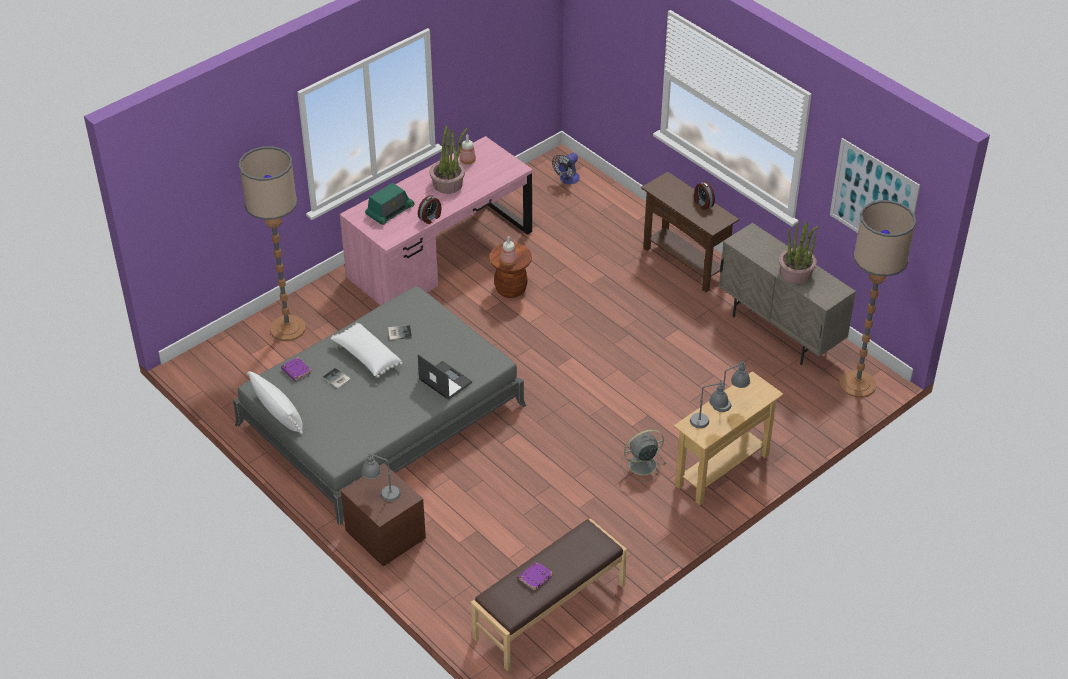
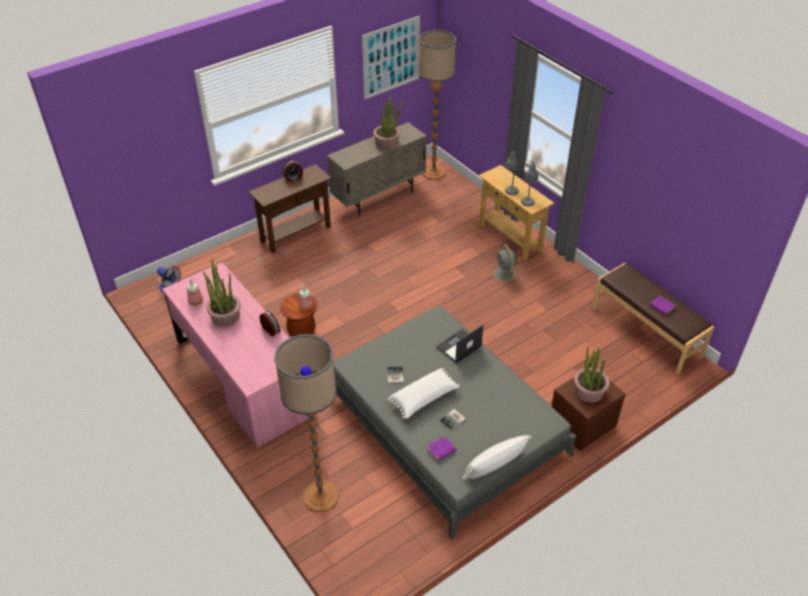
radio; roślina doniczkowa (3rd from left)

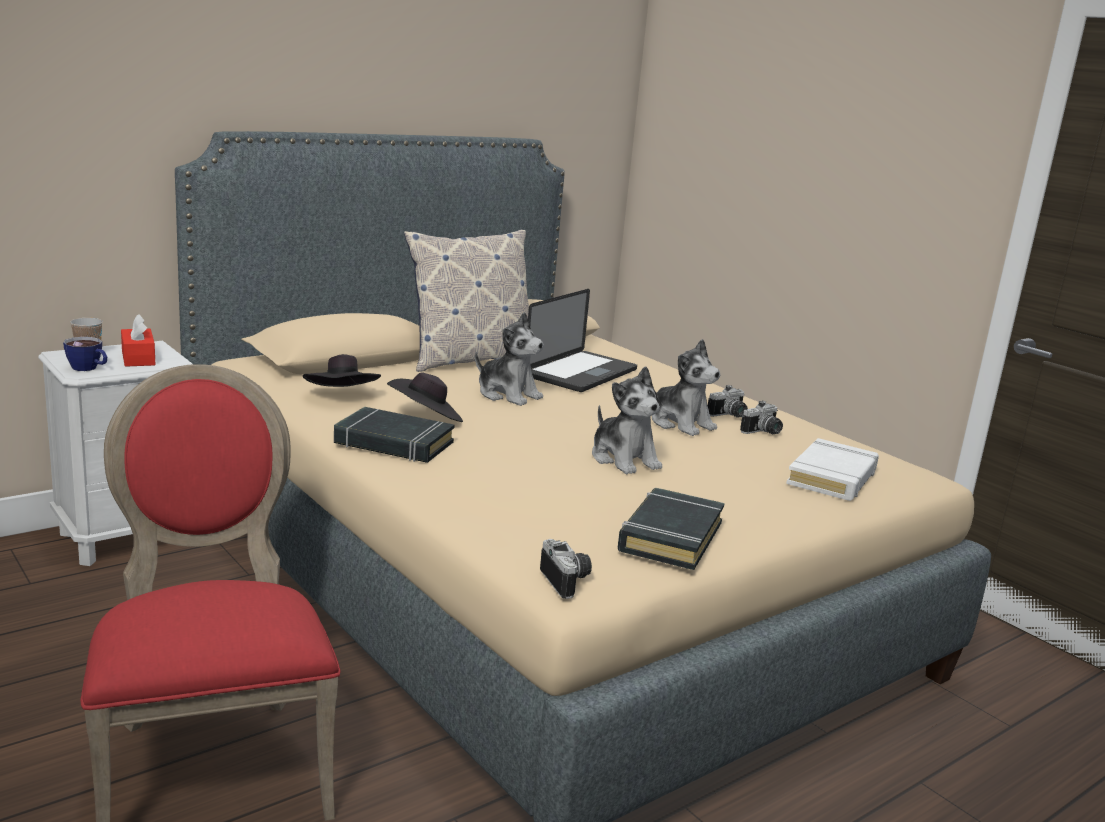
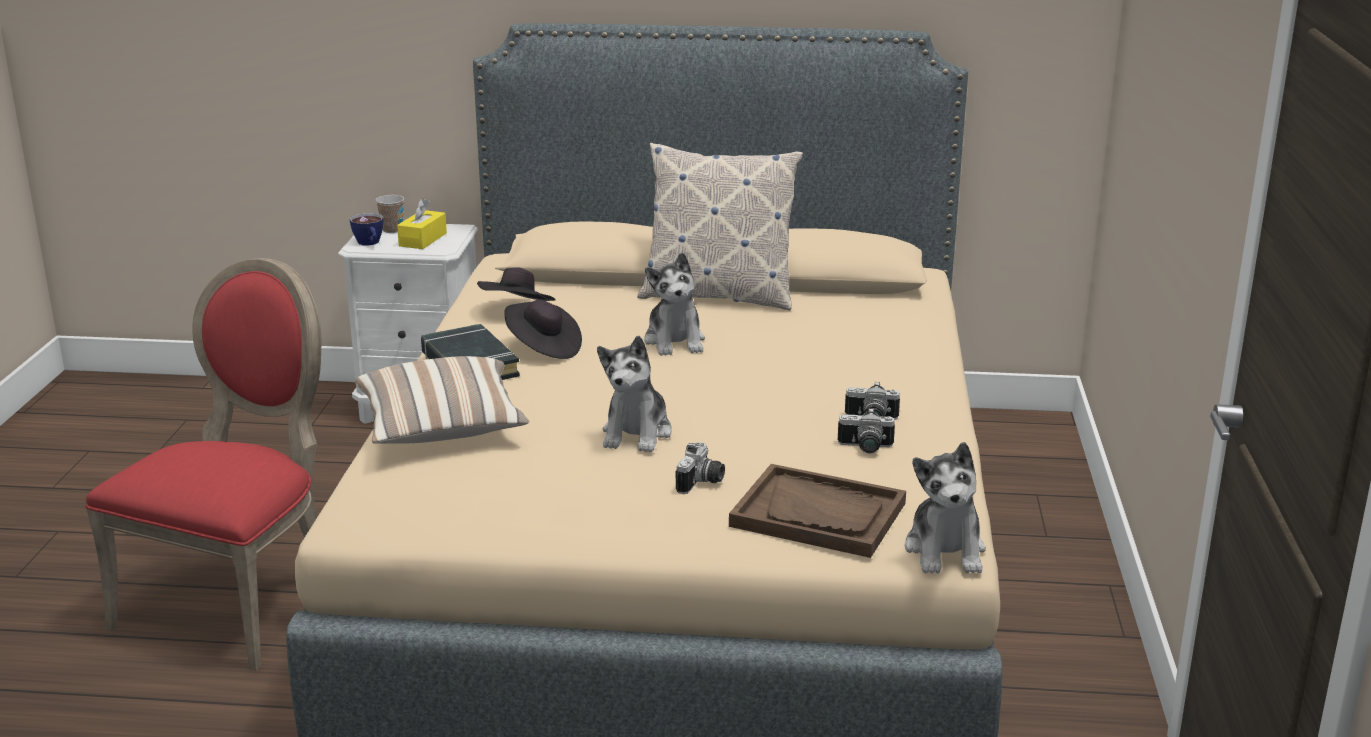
laptop; książka (czarny) (2nd from left in the first image); poduszka (1st from left); aparat fotograficzny (1st from left); pluszak (3rd from left); taca (brązowy); pudełko chusteczek (żółty)

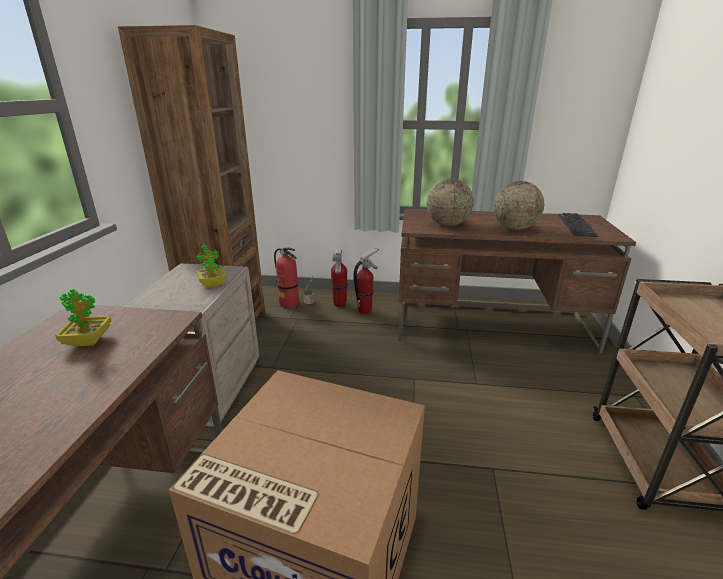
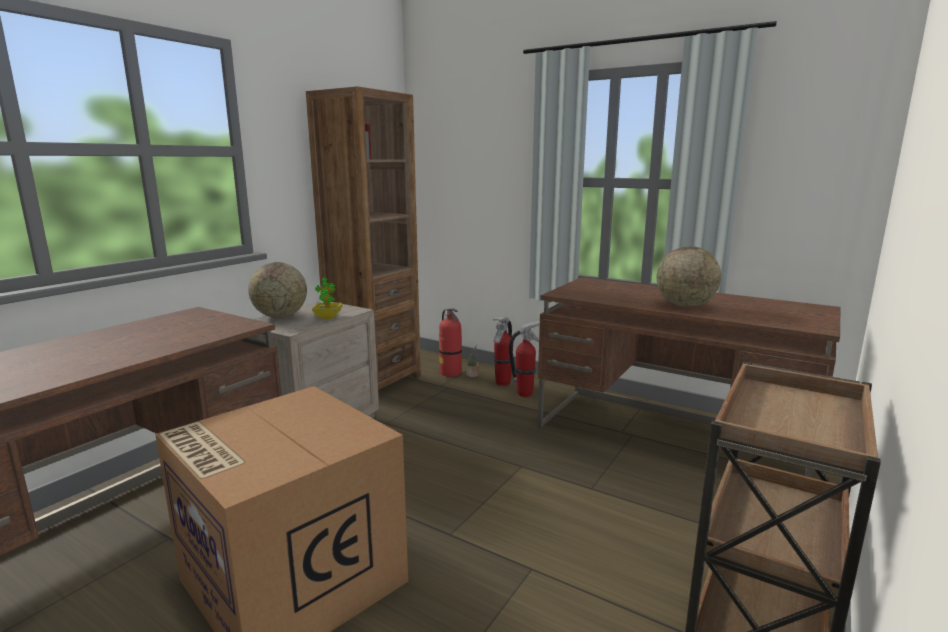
roślina doniczkowa (1st from left in the first image); klawiatura; globus (1st from left)

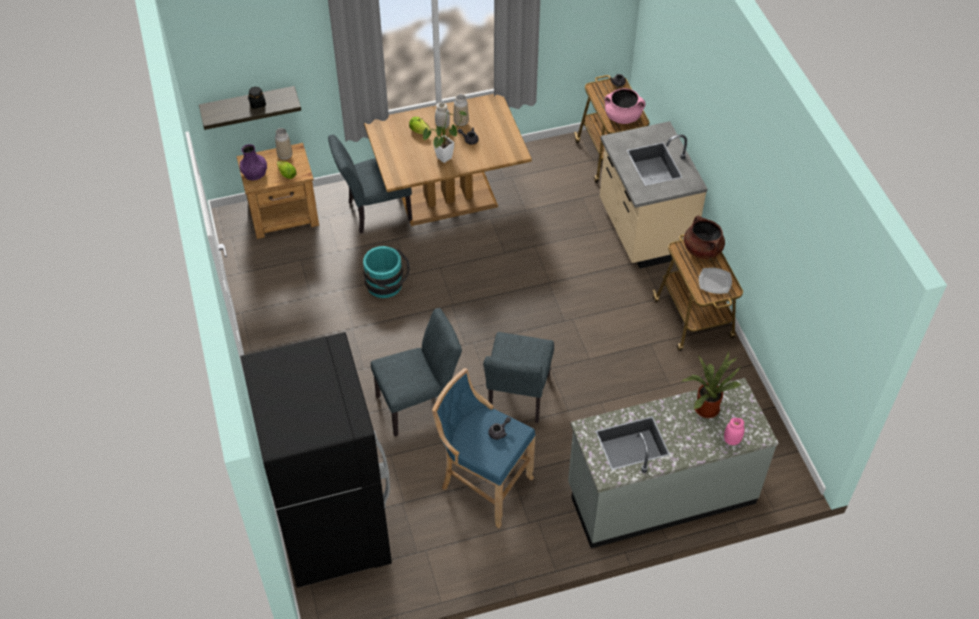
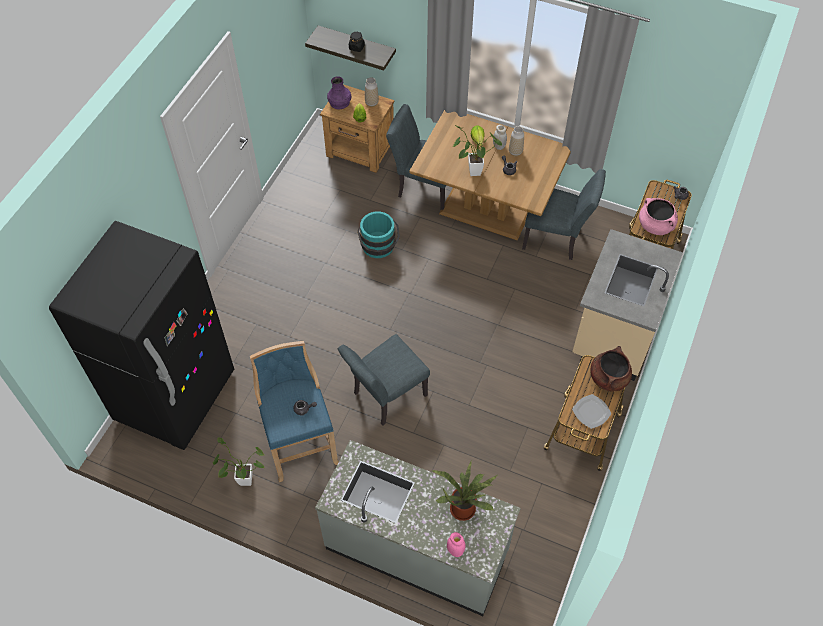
roślina doniczkowa (1st from left); krzesło (szary) (3rd from left)

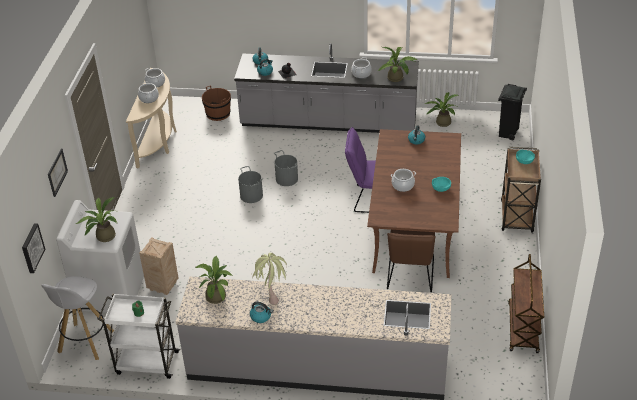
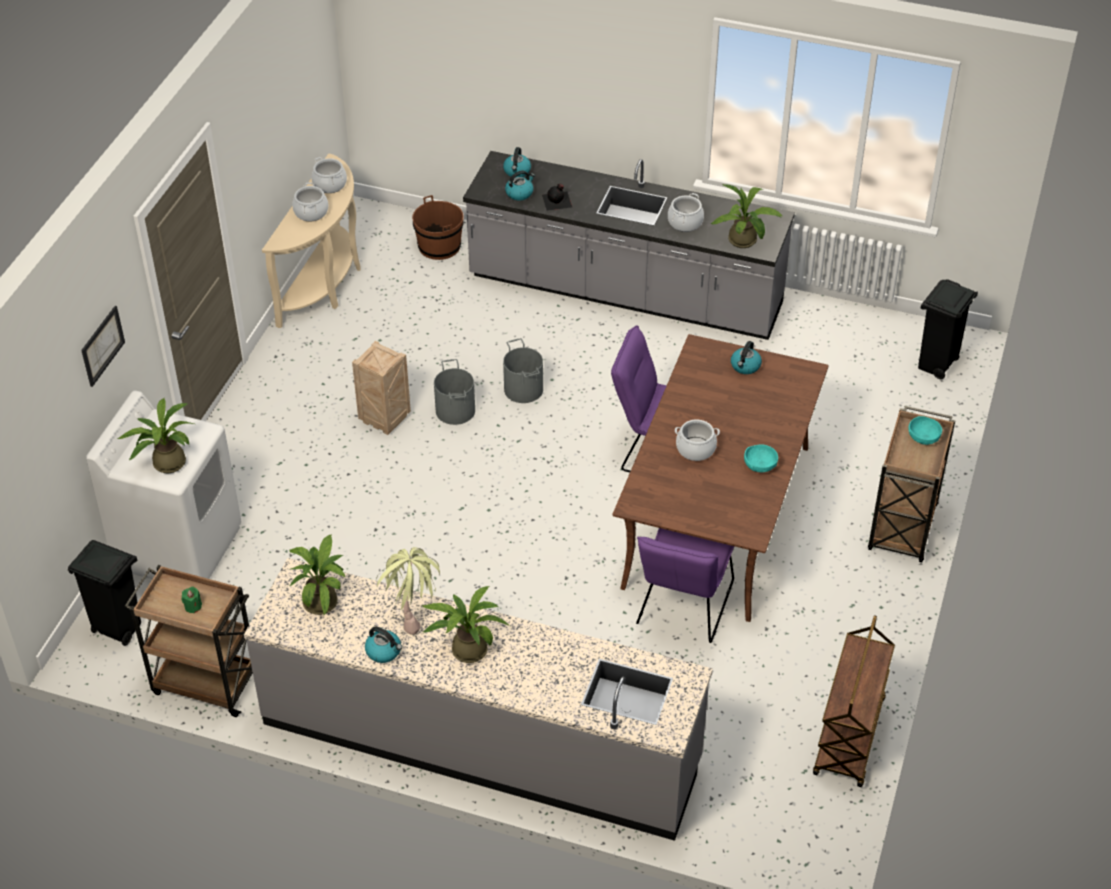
obraz (1st from left in the first image); skrzynka; roślina doniczkowa (4th from left); kosz na śmieci (czarny) (1st from left); wózek (brązowy) (1st from left); krzesło (fioletowy) (2nd from left)

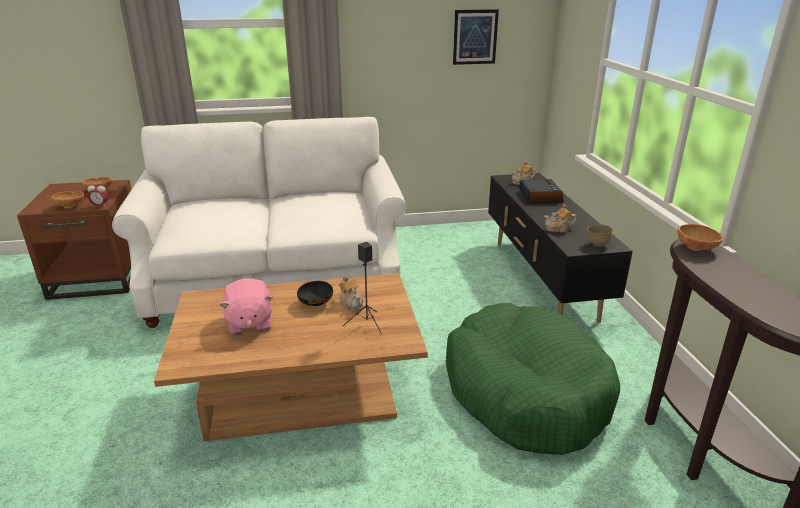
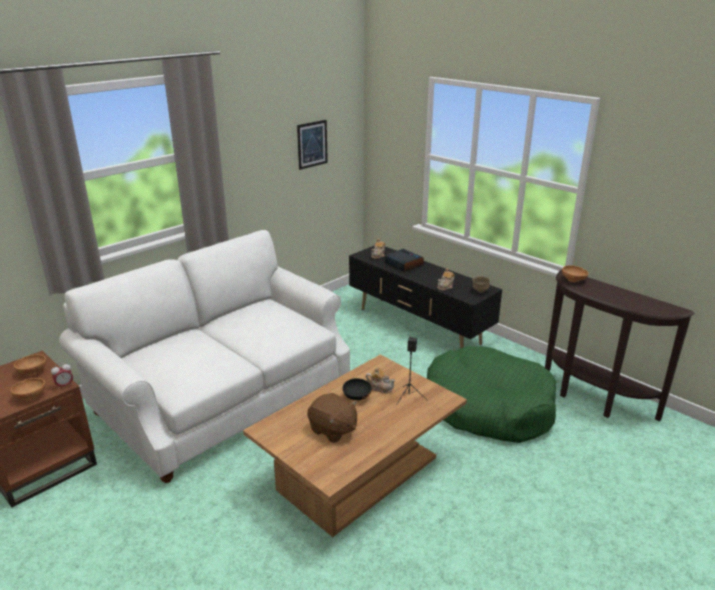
pluszak (brązowy)

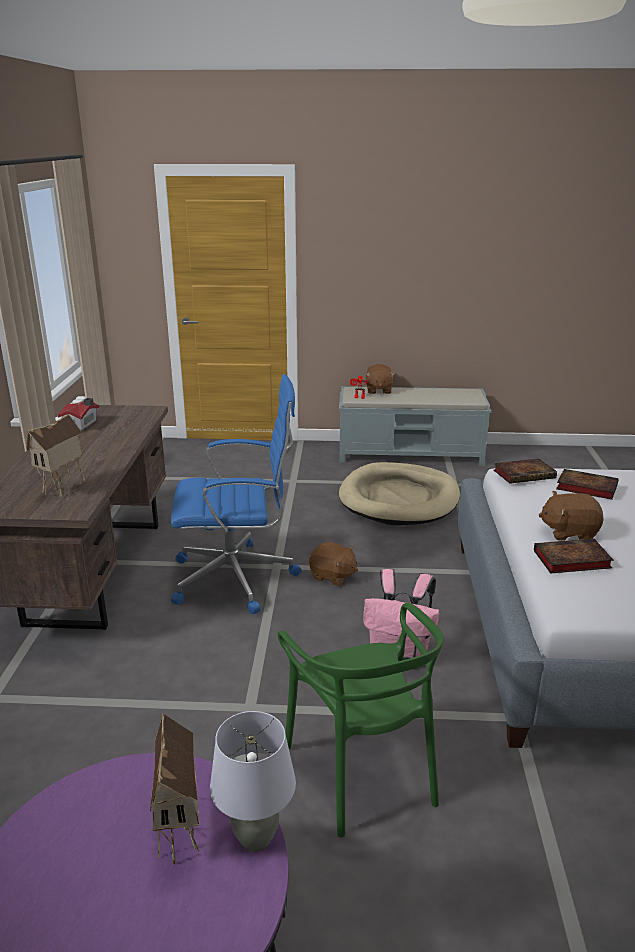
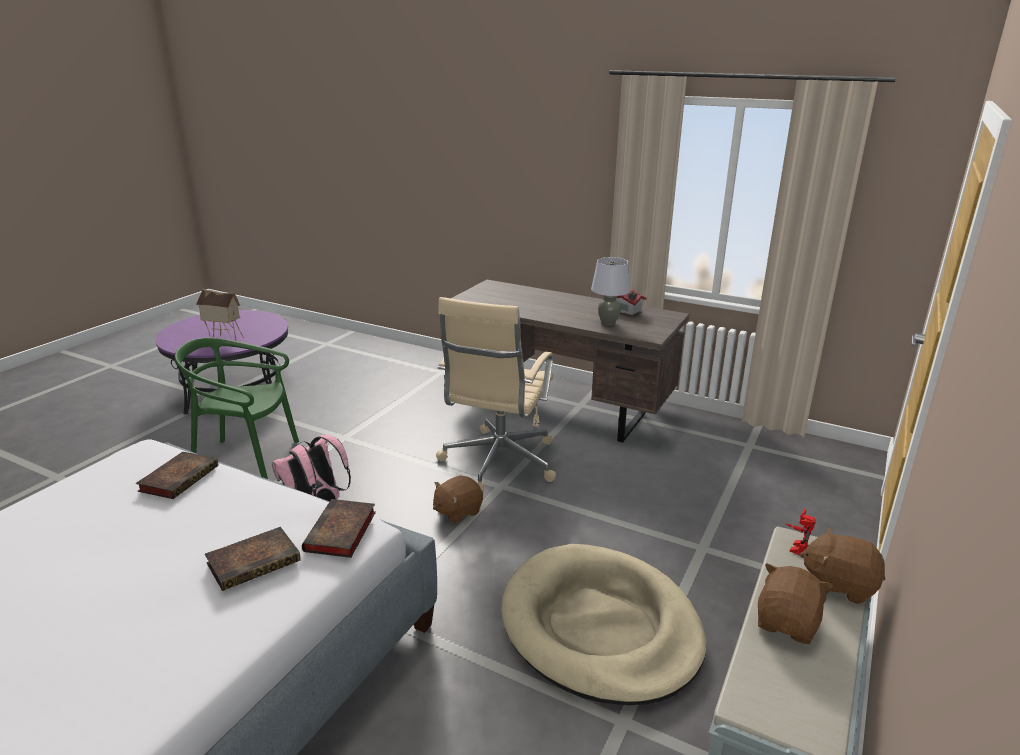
domek (1st from left in the first image); lampa stołowa (szary); pluszak (brązowy) (2nd from left); krzesło biurowe (beżowy)

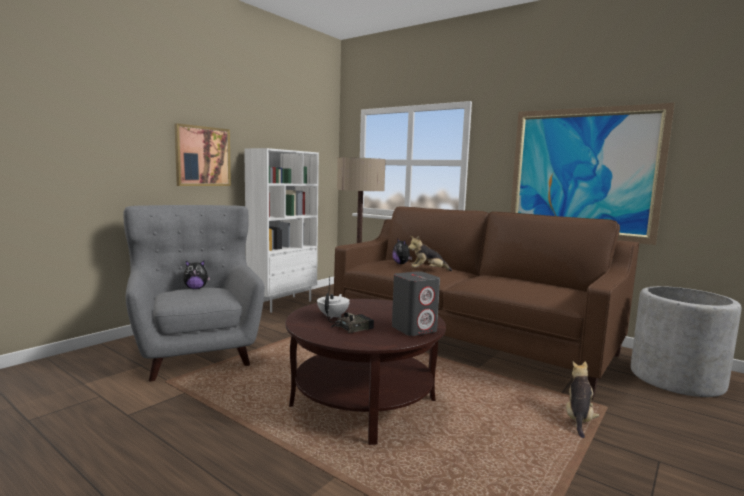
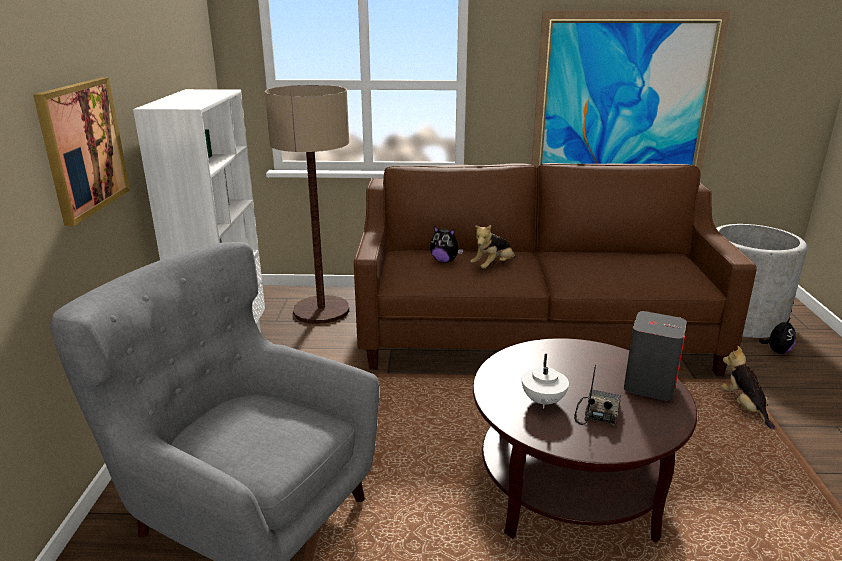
pluszak (4th from left); imbryk (biały)

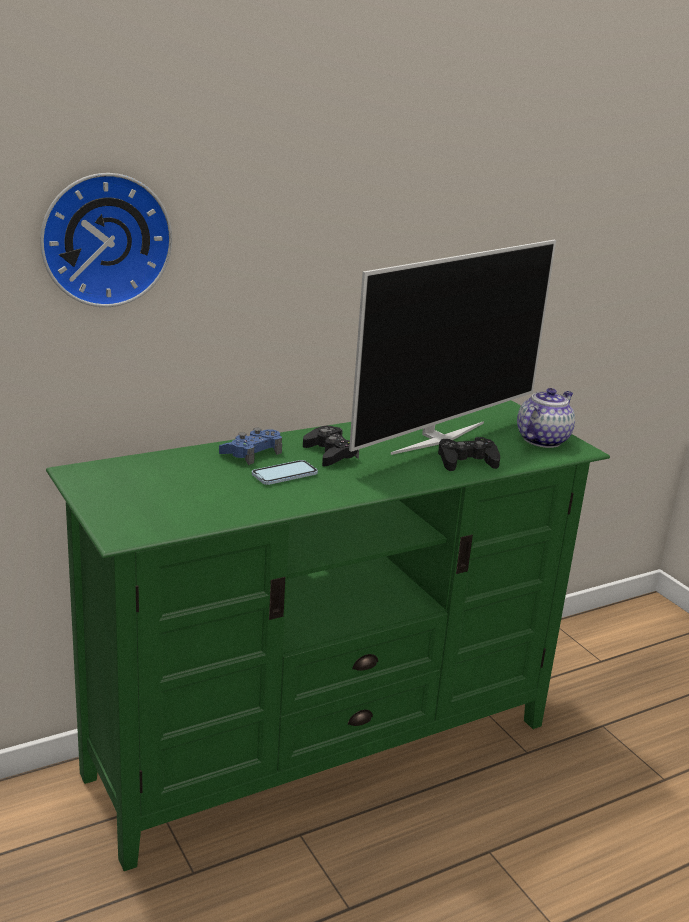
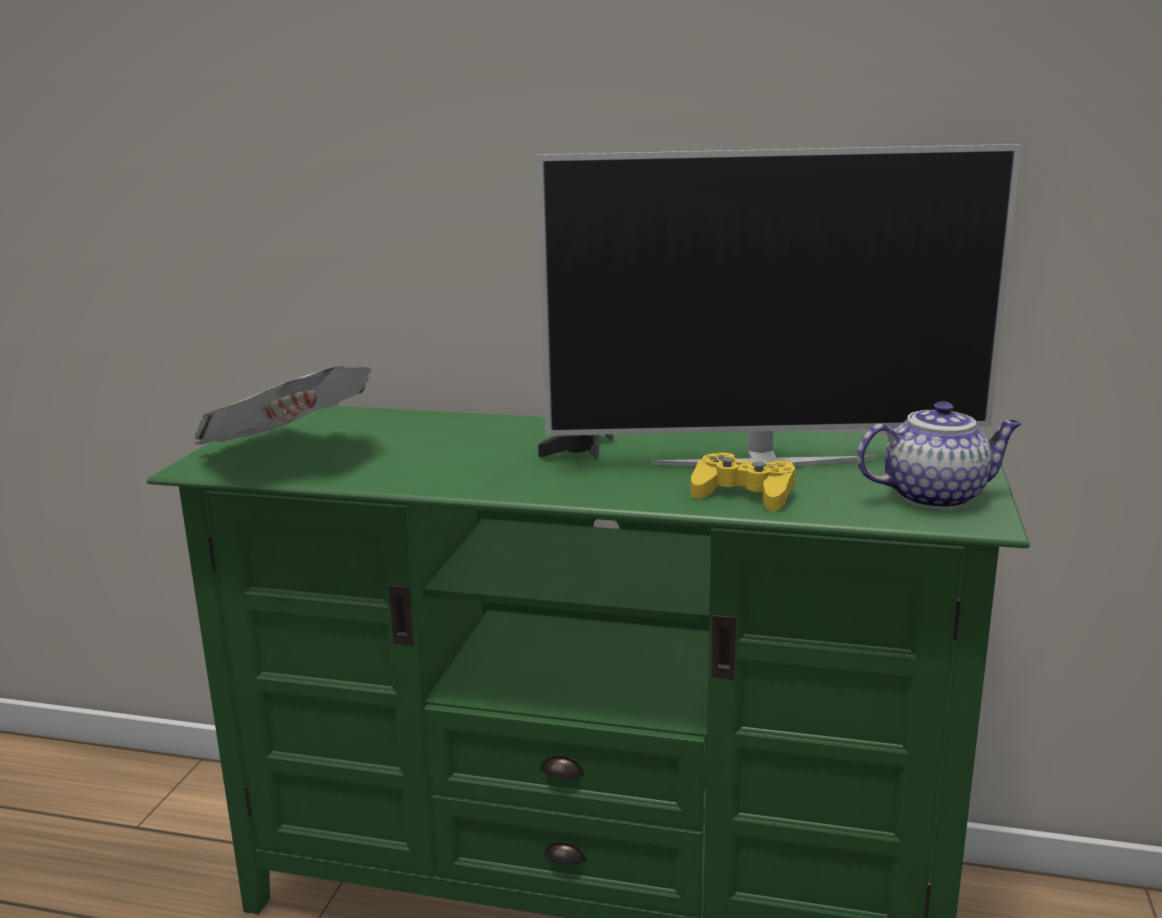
zegar ścienny; pad do gier (niebieski); telefon; gazeta; pad do gier (żółty)

